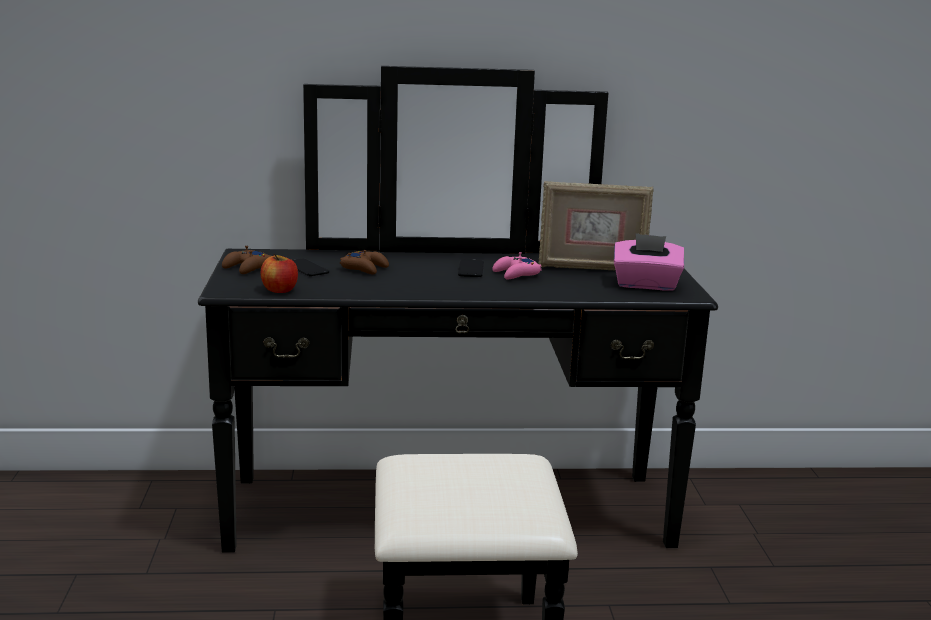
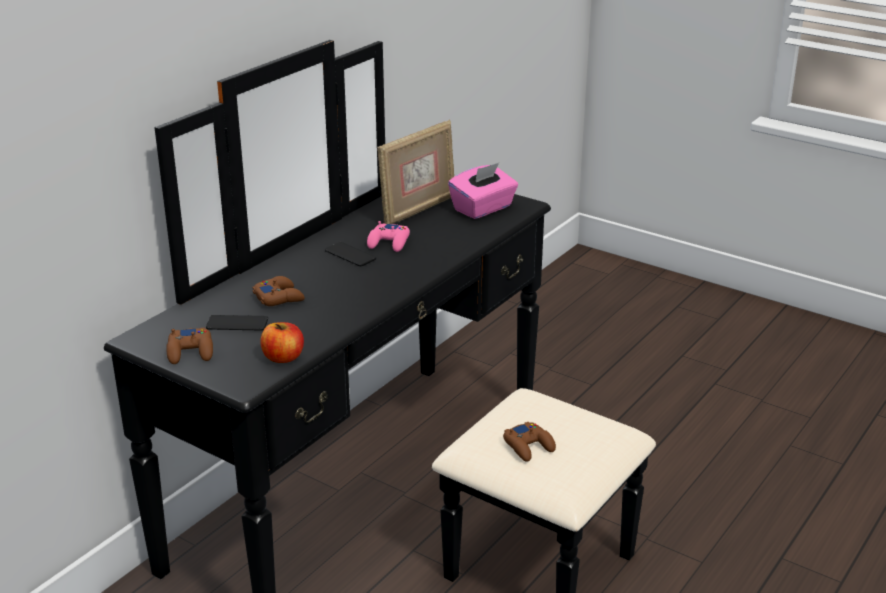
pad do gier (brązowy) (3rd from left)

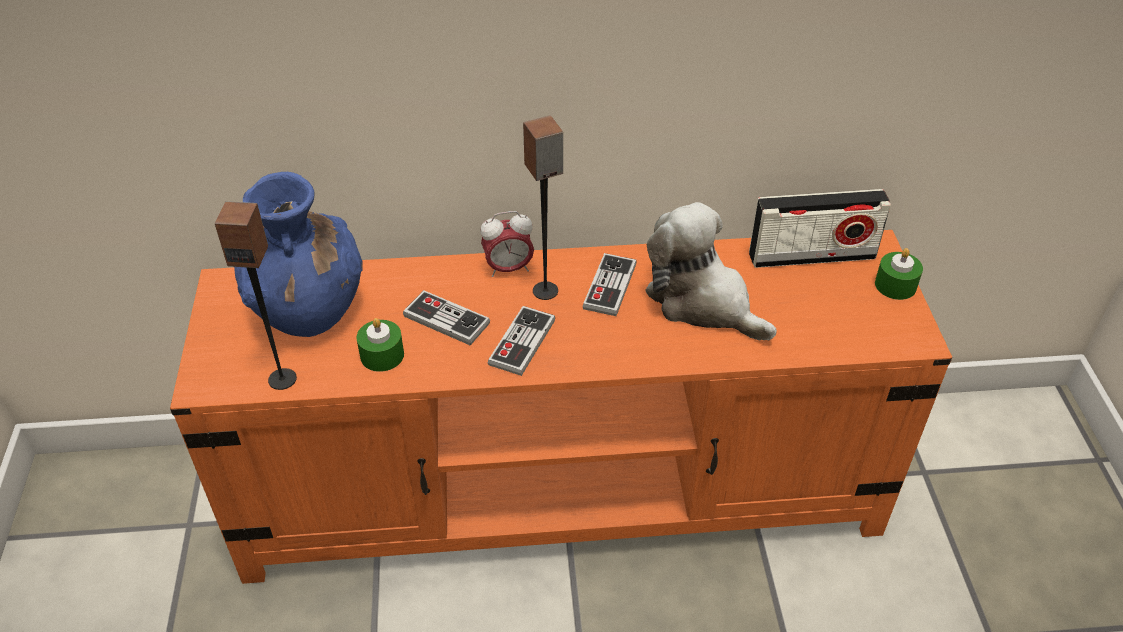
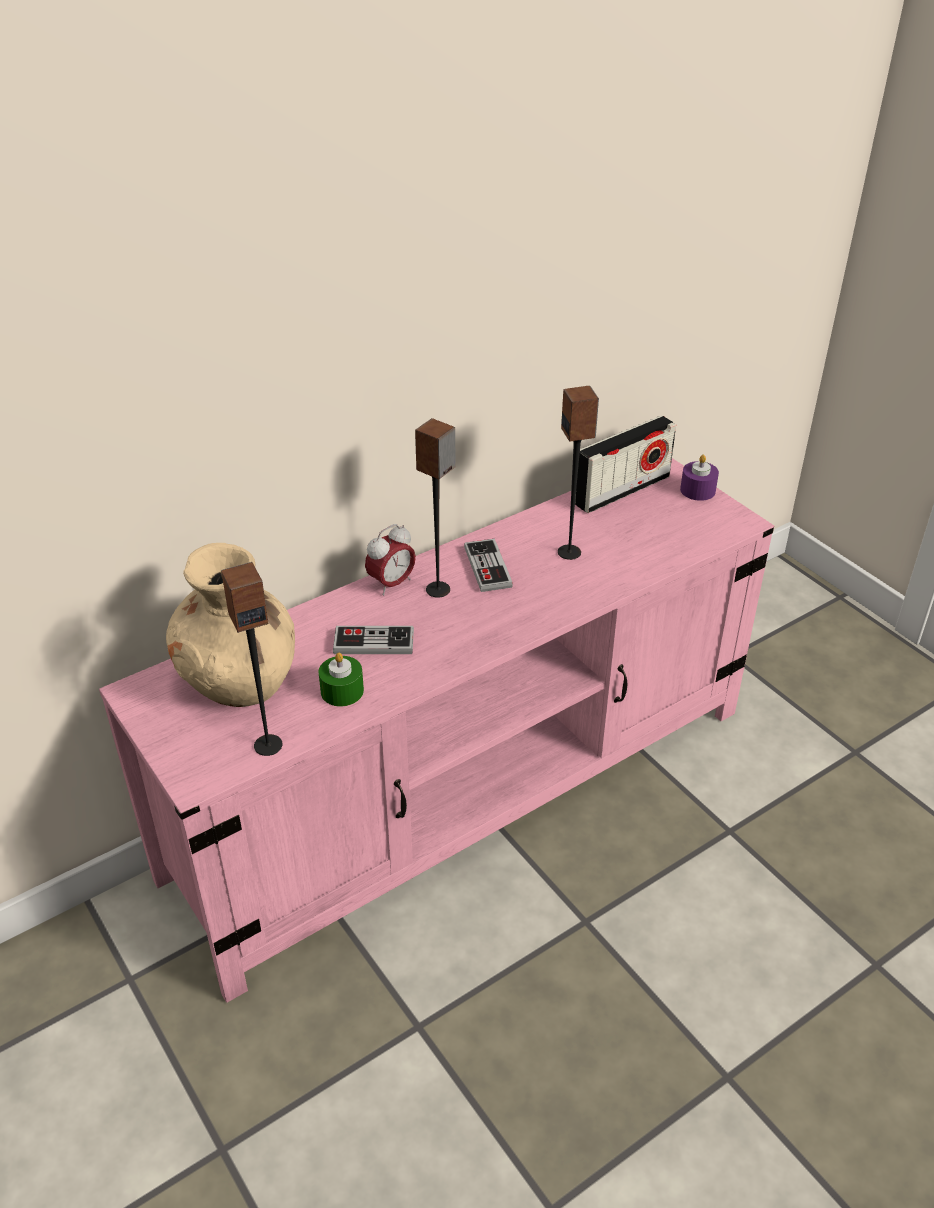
pad do gier (2nd from left in the first image); głośnik (3rd from left); szafka pod telewizor (różowy); wazon (beżowy); świeca (fioletowy)

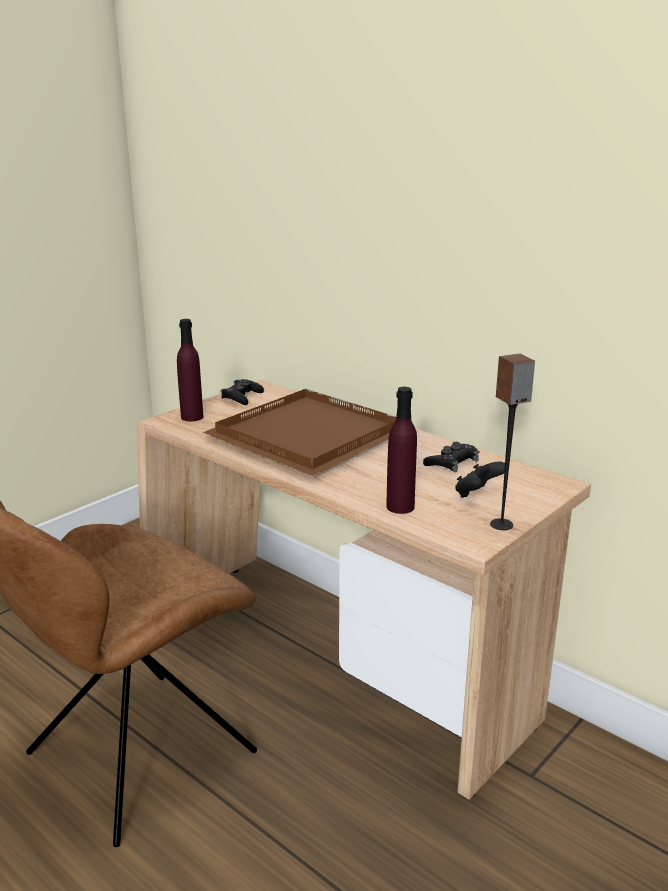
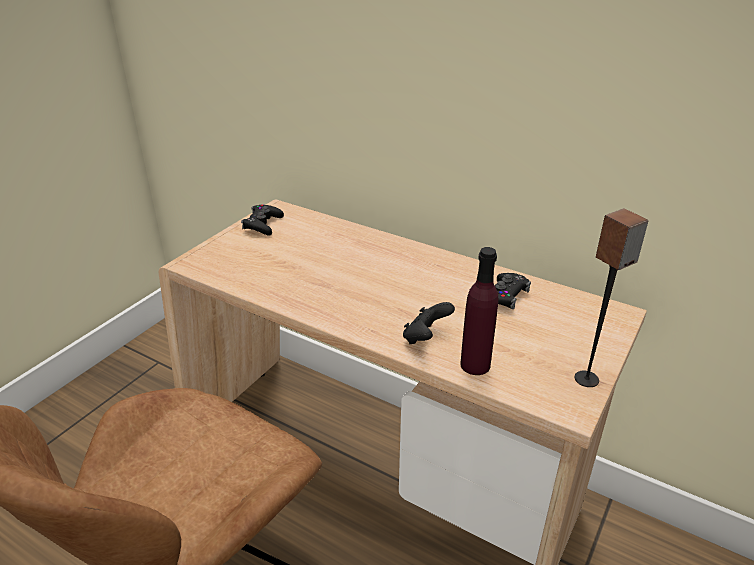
butelka (fioletowy) (1st from left in the first image); taca (brązowy); pad do gier (czarny) (2nd from left)

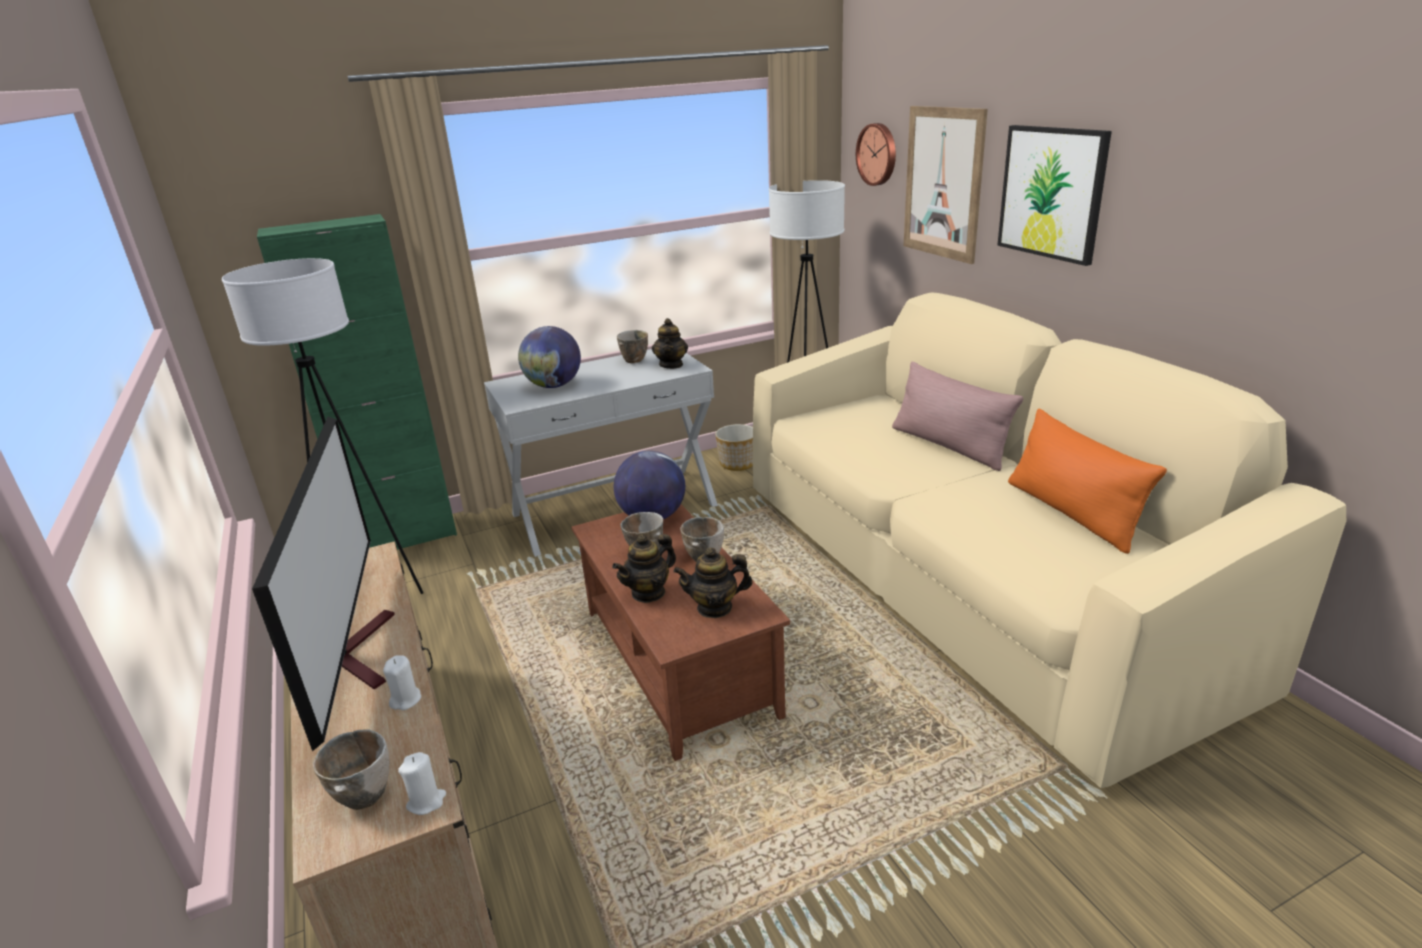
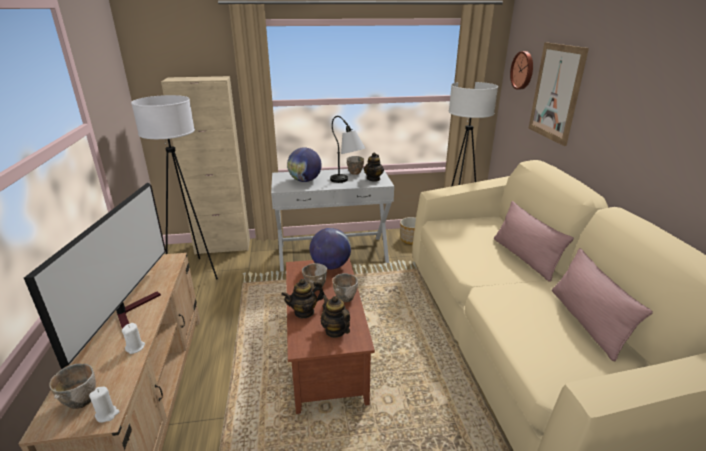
obraz (2nd from left in the first image); lampa stołowa; szafka (beżowy); poduszka (różowy) (2nd from left); imbryk (2nd from left)

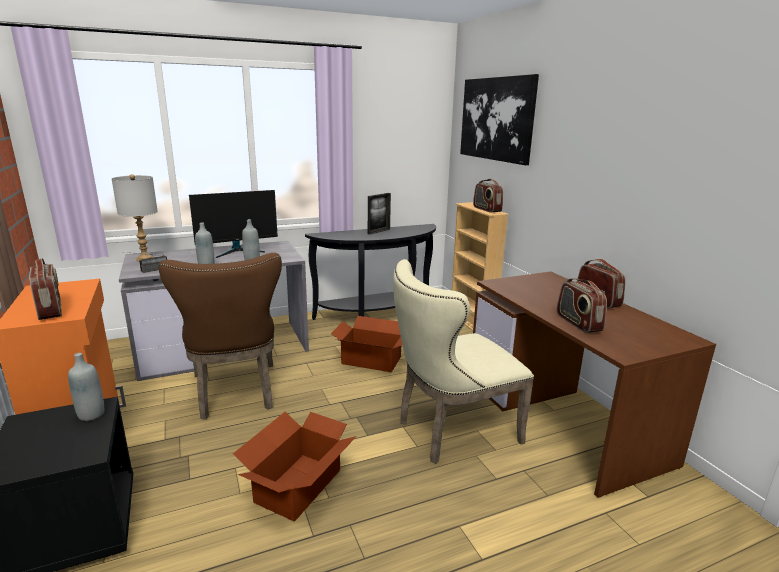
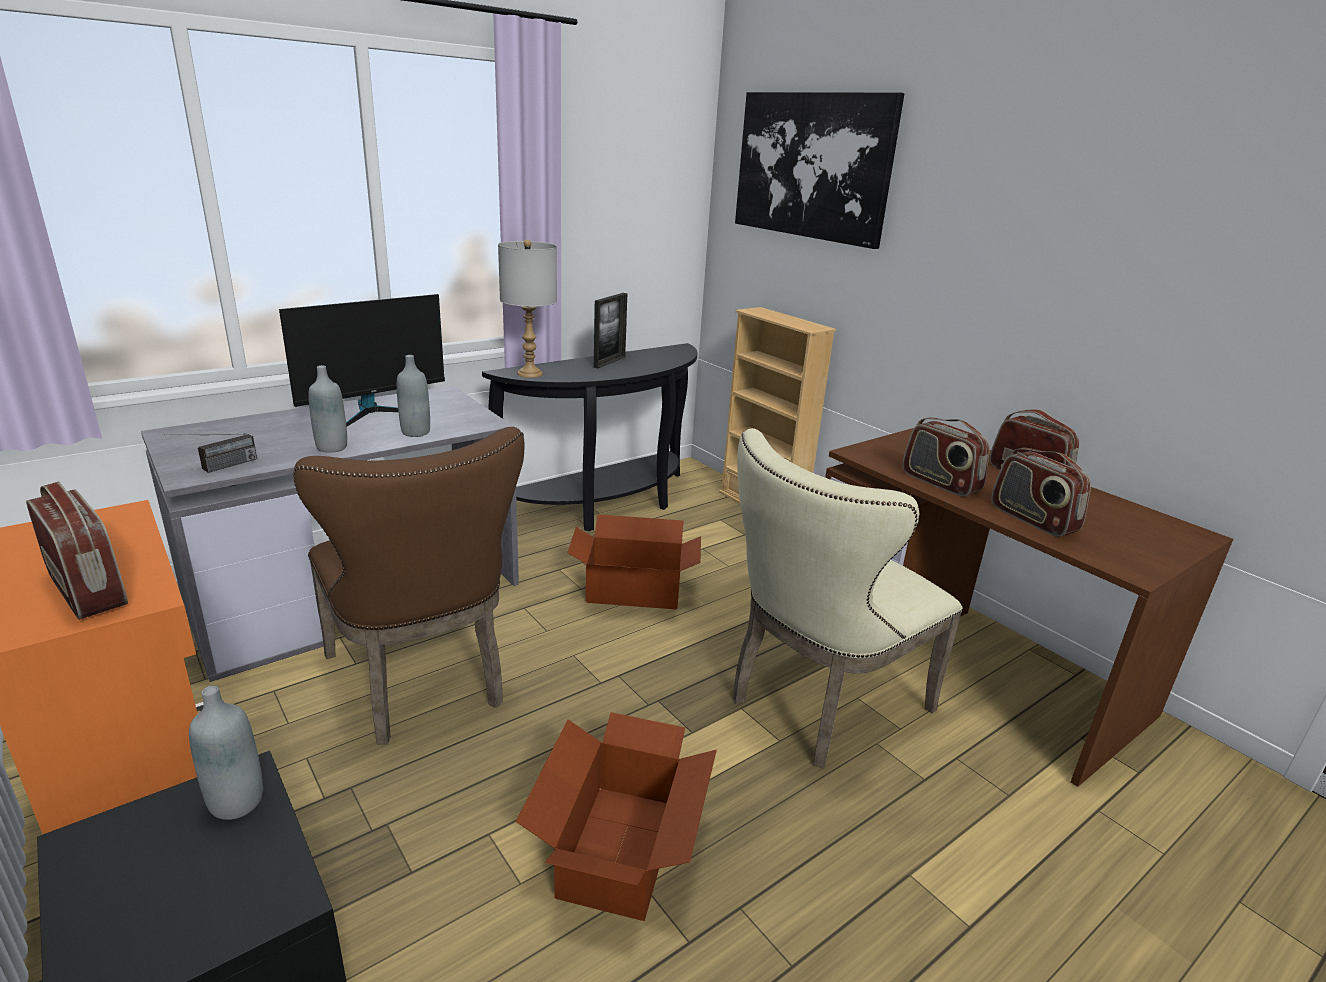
lampa stołowa (szary); radio (3rd from left)

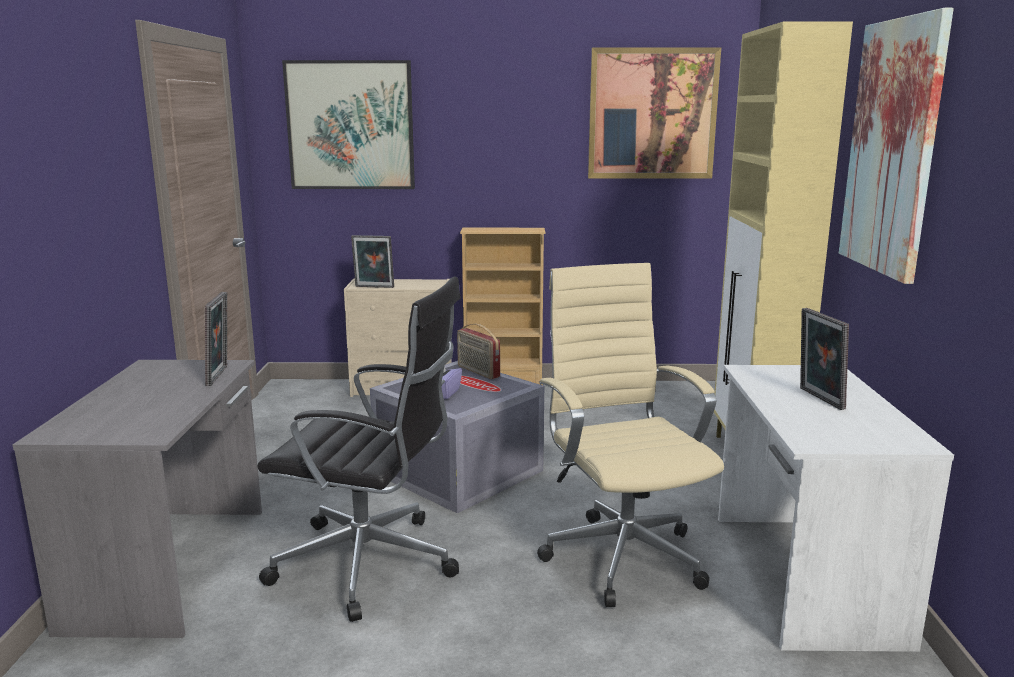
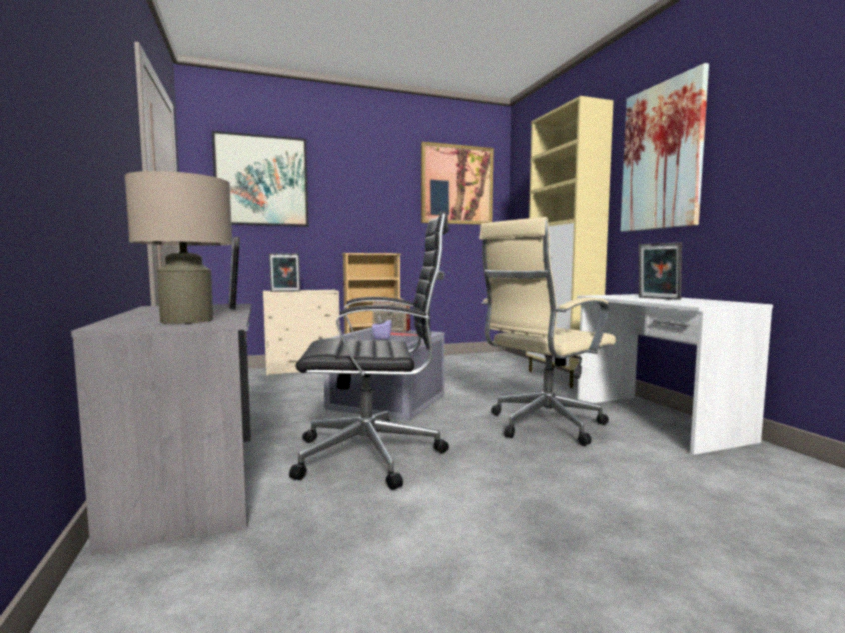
lampa stołowa (beżowy); krzesło biurowe (beżowy)

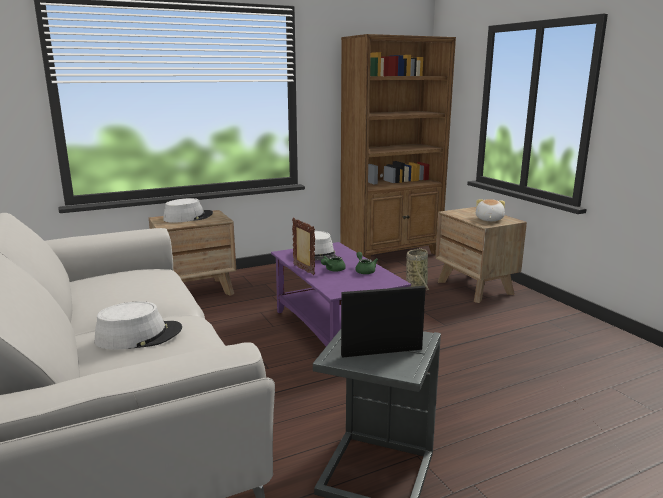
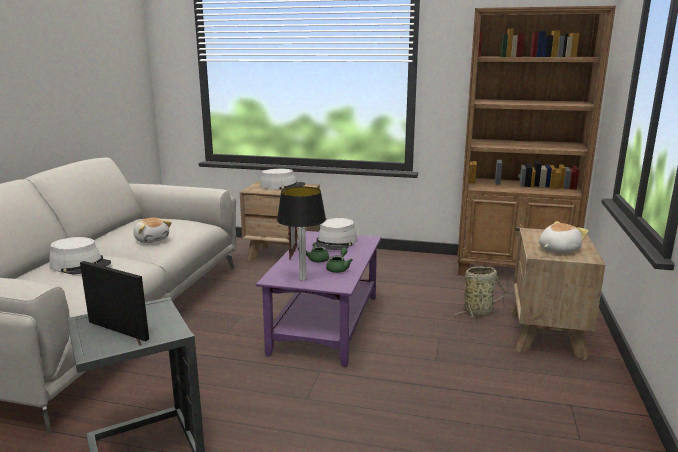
pluszak (1st from left); lampa stołowa

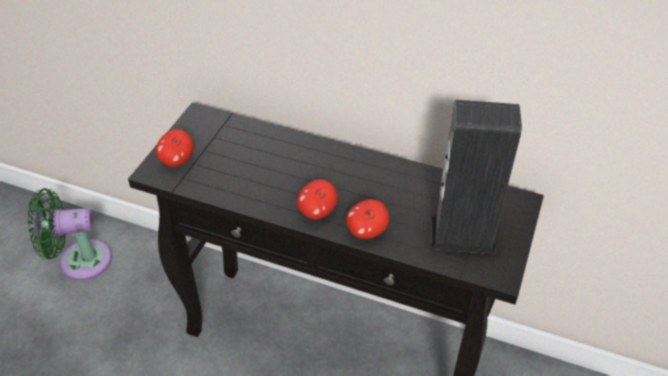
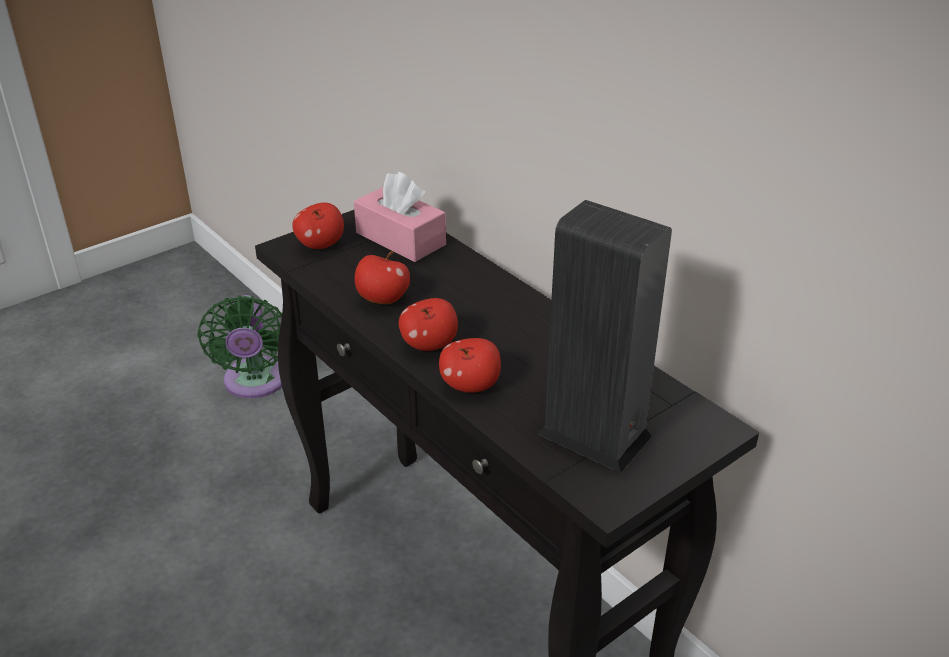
pudełko chusteczek (różowy); jabłko (2nd from left); wentylator (zielony)

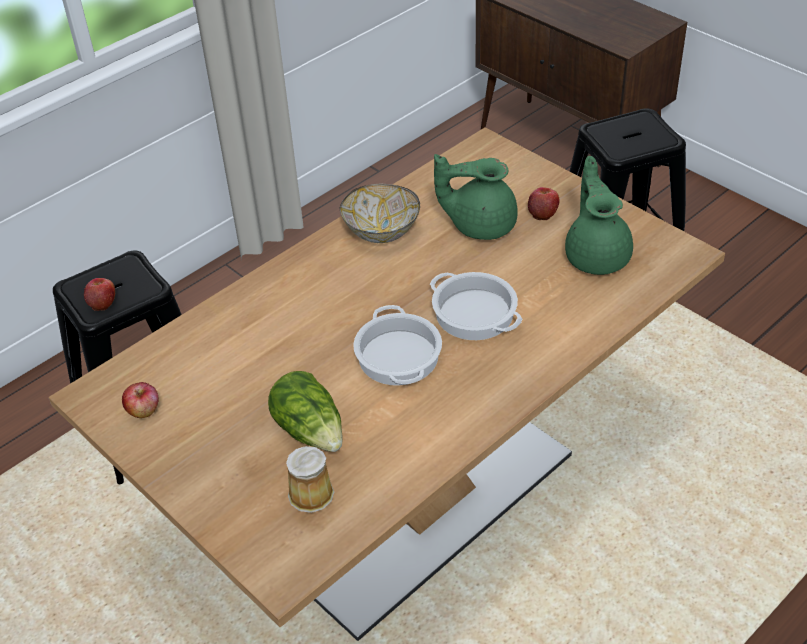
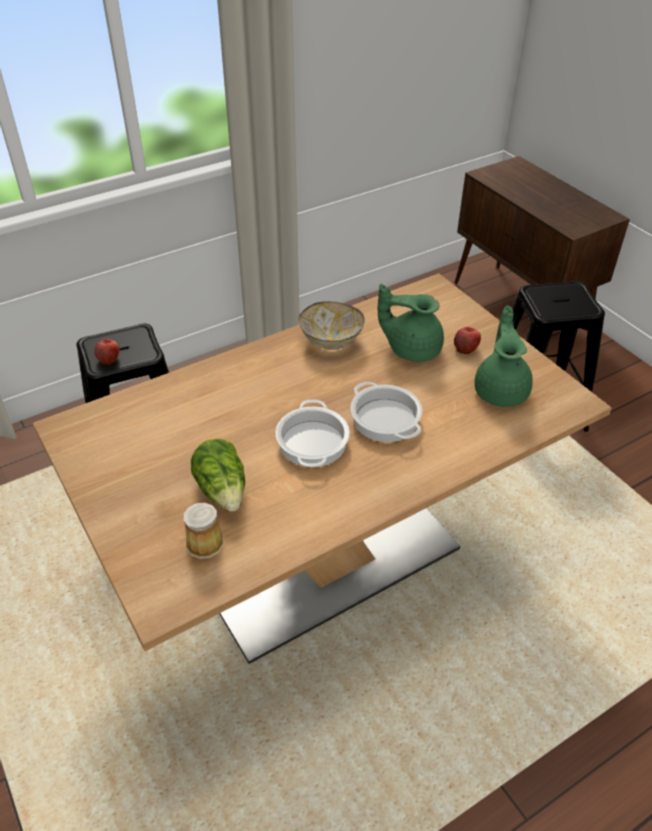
jabłko (2nd from left in the first image)

